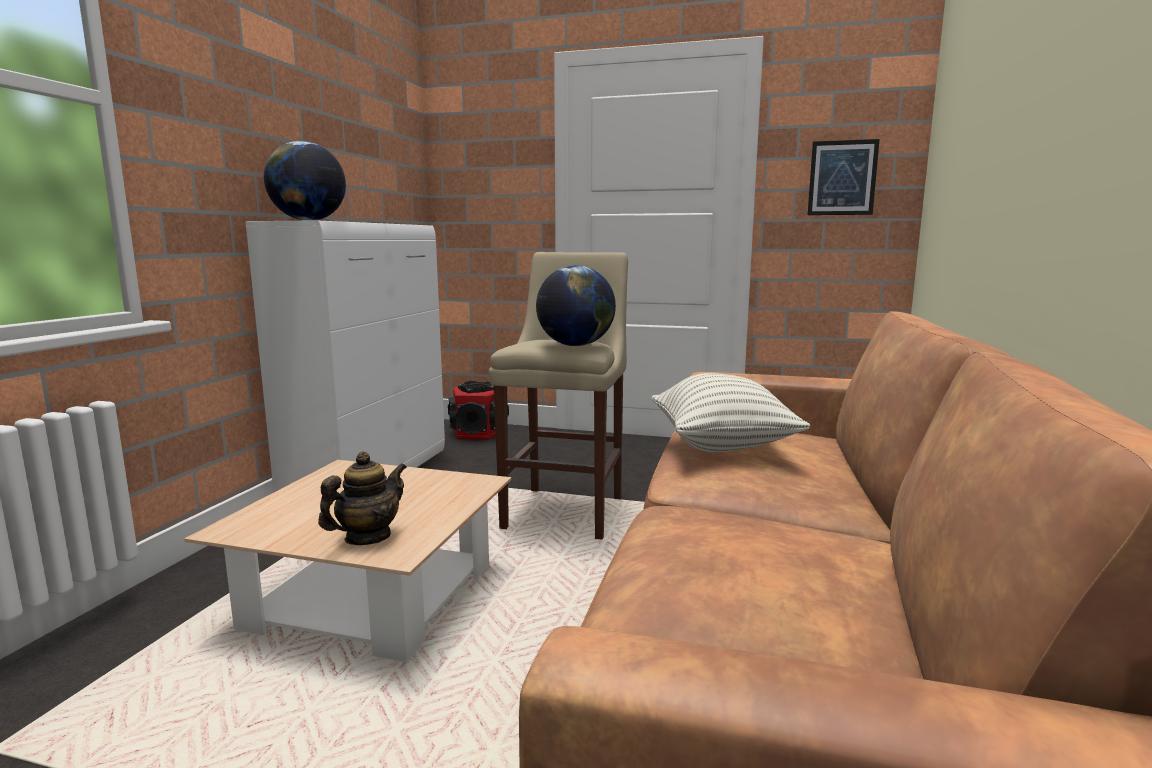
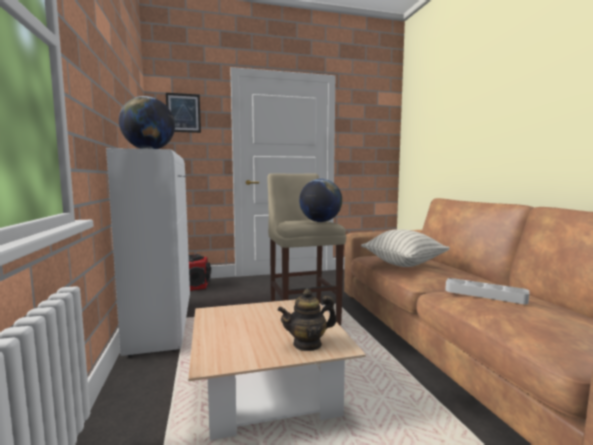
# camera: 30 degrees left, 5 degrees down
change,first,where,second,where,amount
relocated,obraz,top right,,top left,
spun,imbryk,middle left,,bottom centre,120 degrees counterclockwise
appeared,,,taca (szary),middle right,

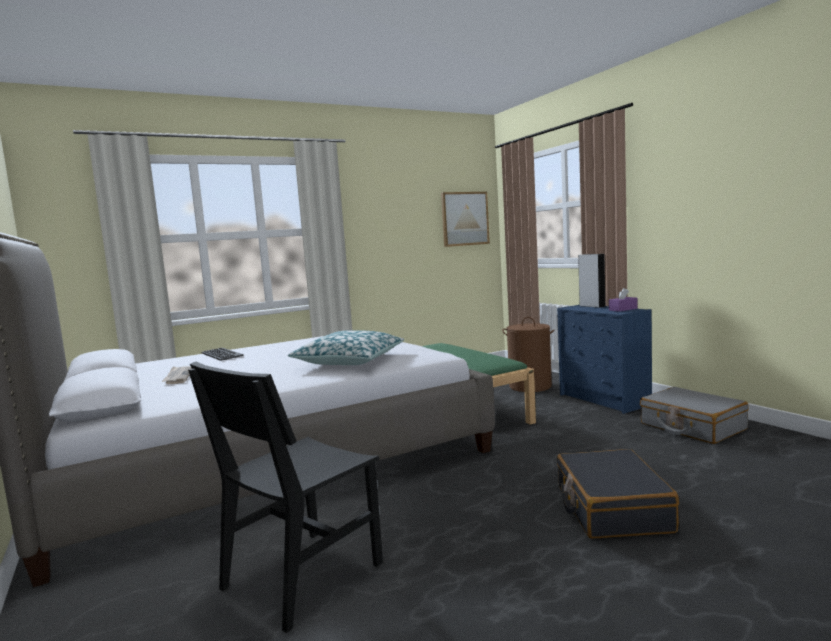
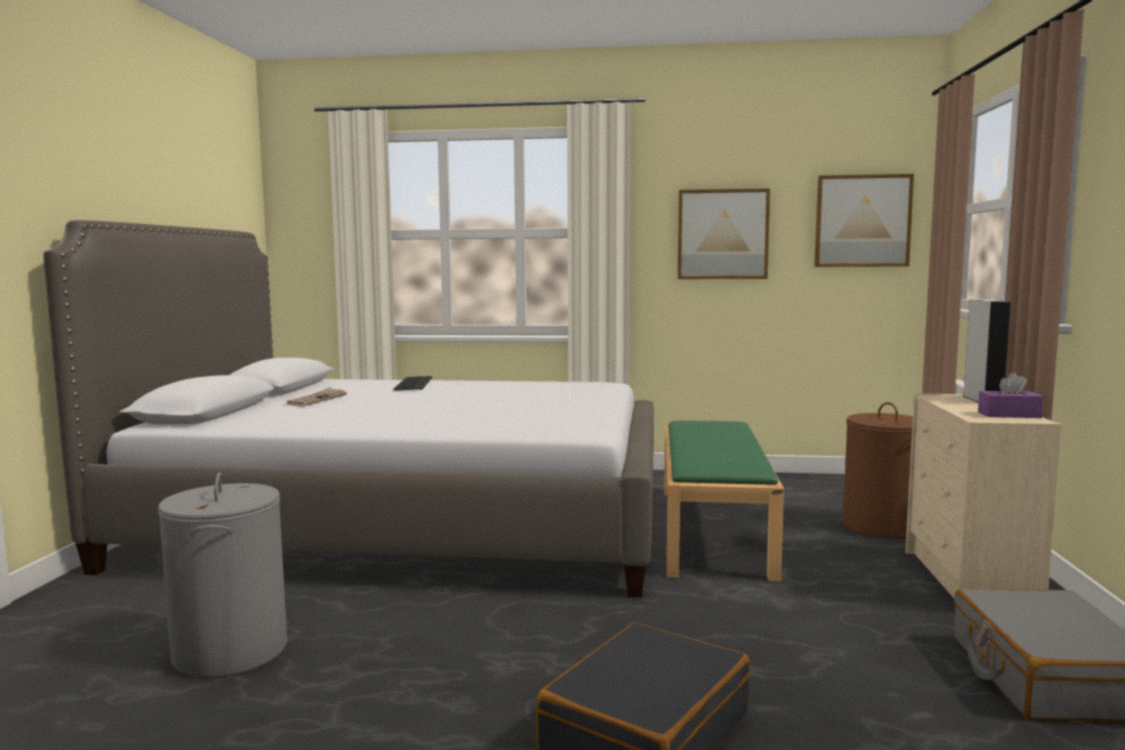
# camera: 35 degrees right, 0 degrees up
change,first,where,second,where,amount
exchanged,krzesło (czarny),bottom centre,kosz na pranie (szary),bottom left,
appeared,,,obraz (no. 1 from left),top centre,
colour,komoda (niebieski),middle right,komoda (beżowy),middle right,
missing,poduszka,centre,,,

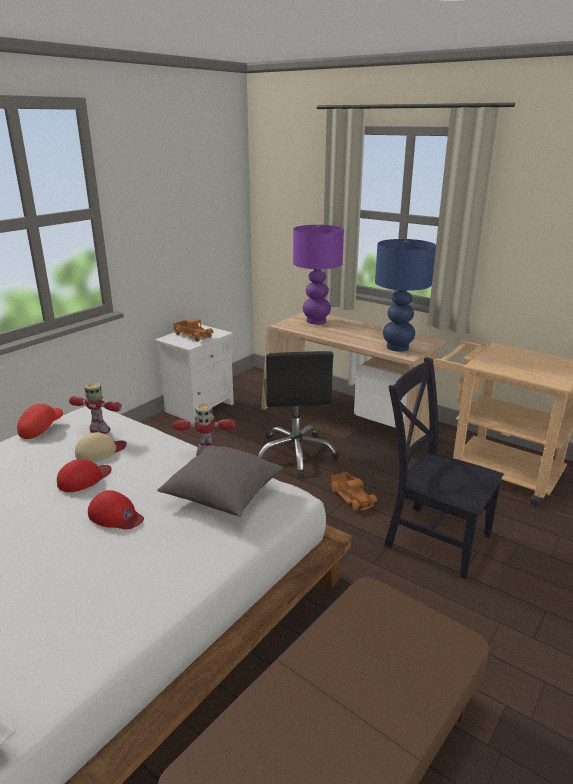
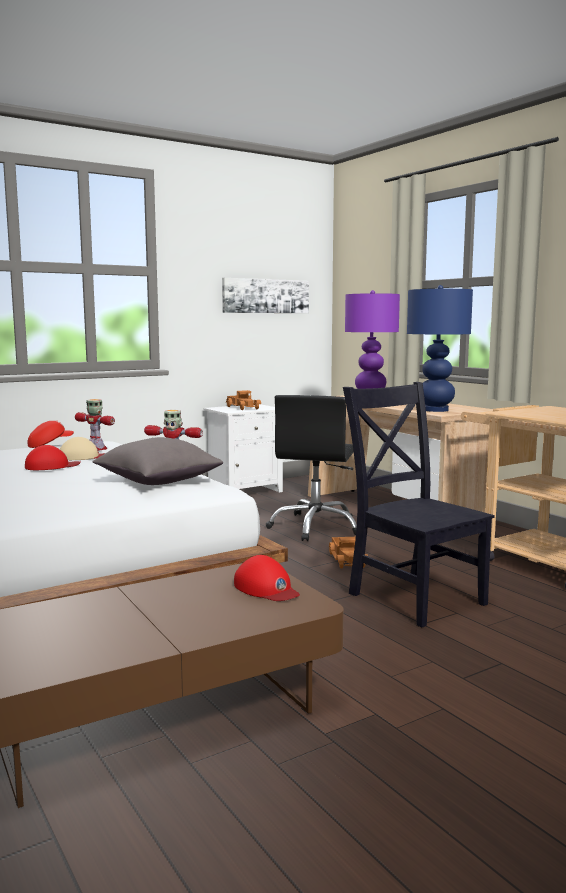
# camera: 20 degrees right, 15 degrees down
change,first,where,second,where,amount
appeared,,,obraz,top centre,
relocated,czapka z daszkiem (czerwony) (no. 3 from left),middle left,,centre,

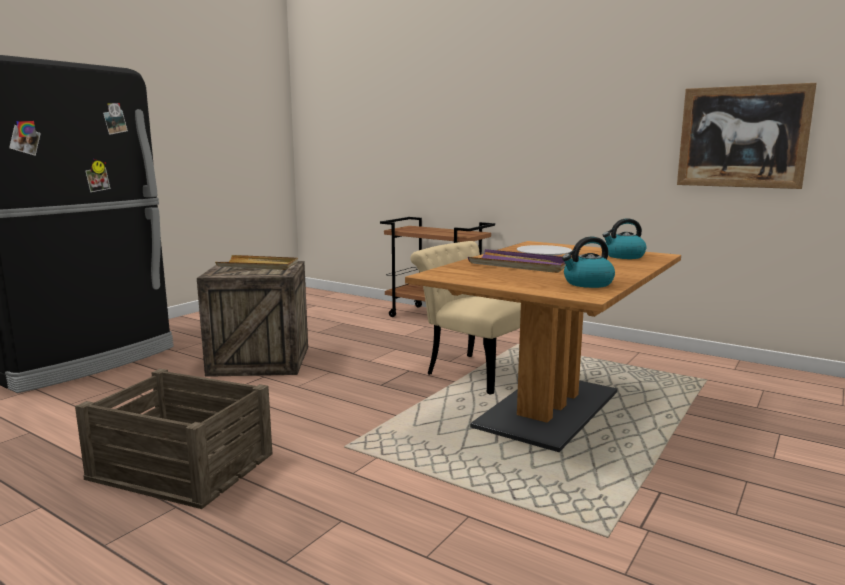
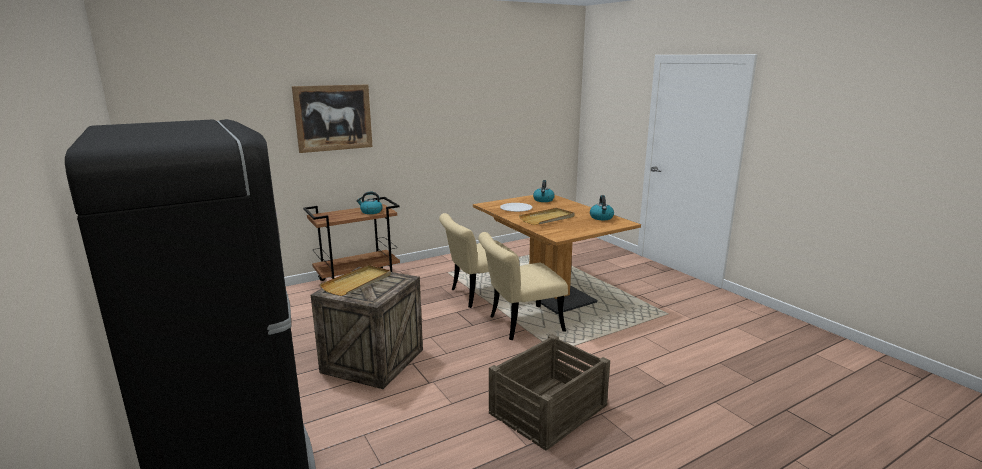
# camera: 65 degrees left, 5 degrees up
change,first,where,second,where,amount
relocated,obraz,top right,,top centre,
appeared,,,czajnik (no. 1 from left),centre,
appeared,,,krzesło (beżowy) (no. 2 from left),centre,
colour,taca (fioletowy),centre,taca (beżowy) (no. 2 from left),centre,

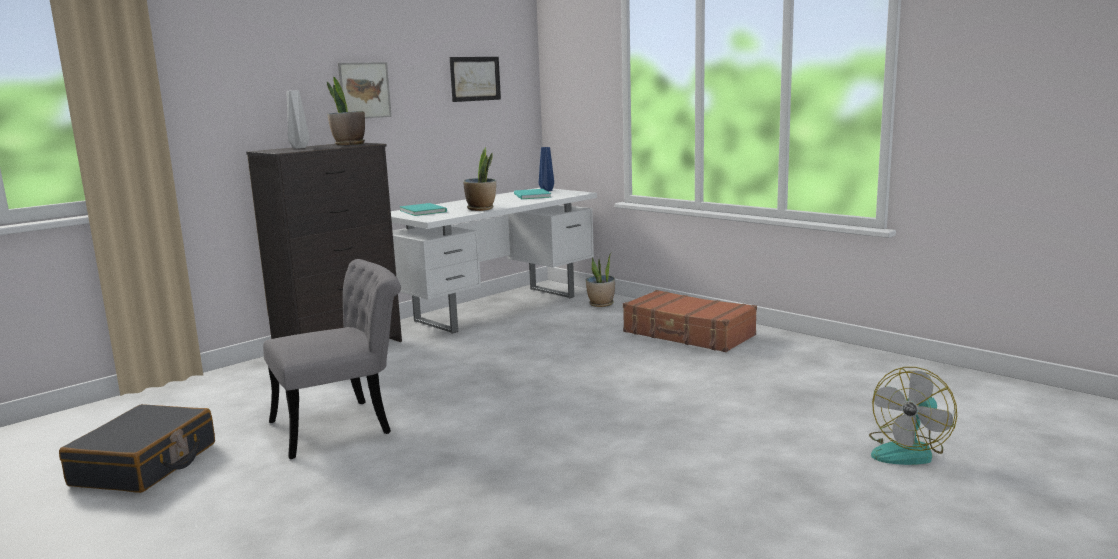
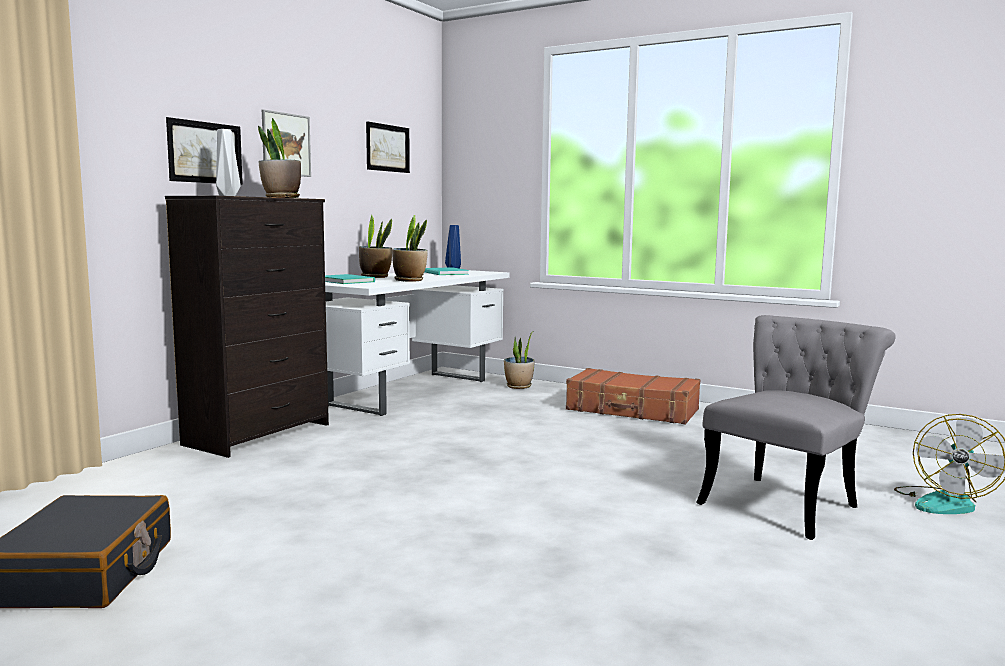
# camera: 15 degrees left, 5 degrees down
change,first,where,second,where,amount
appeared,,,obraz (no. 1 from left),top left,
appeared,,,roślina doniczkowa (no. 2 from left),centre,
relocated,krzesło (szary),middle left,,middle right,

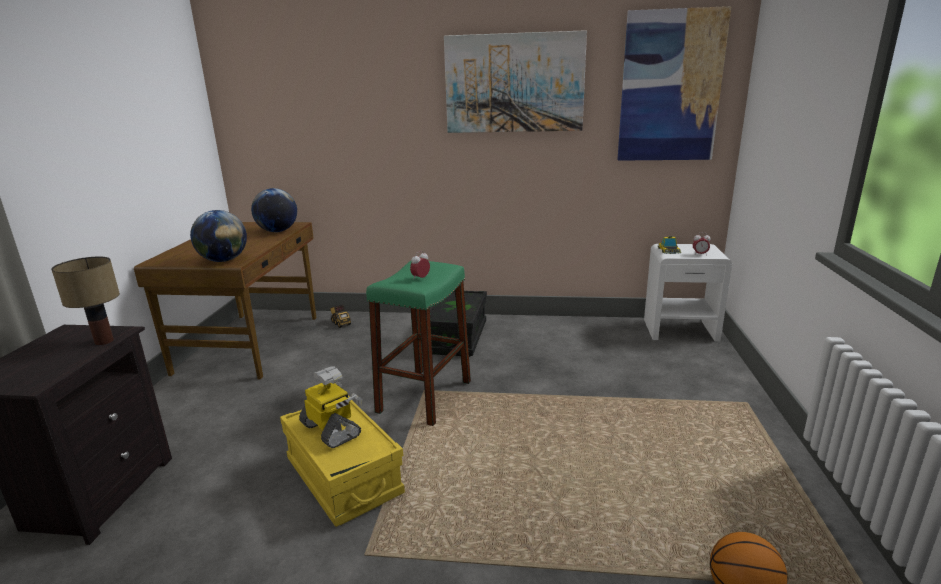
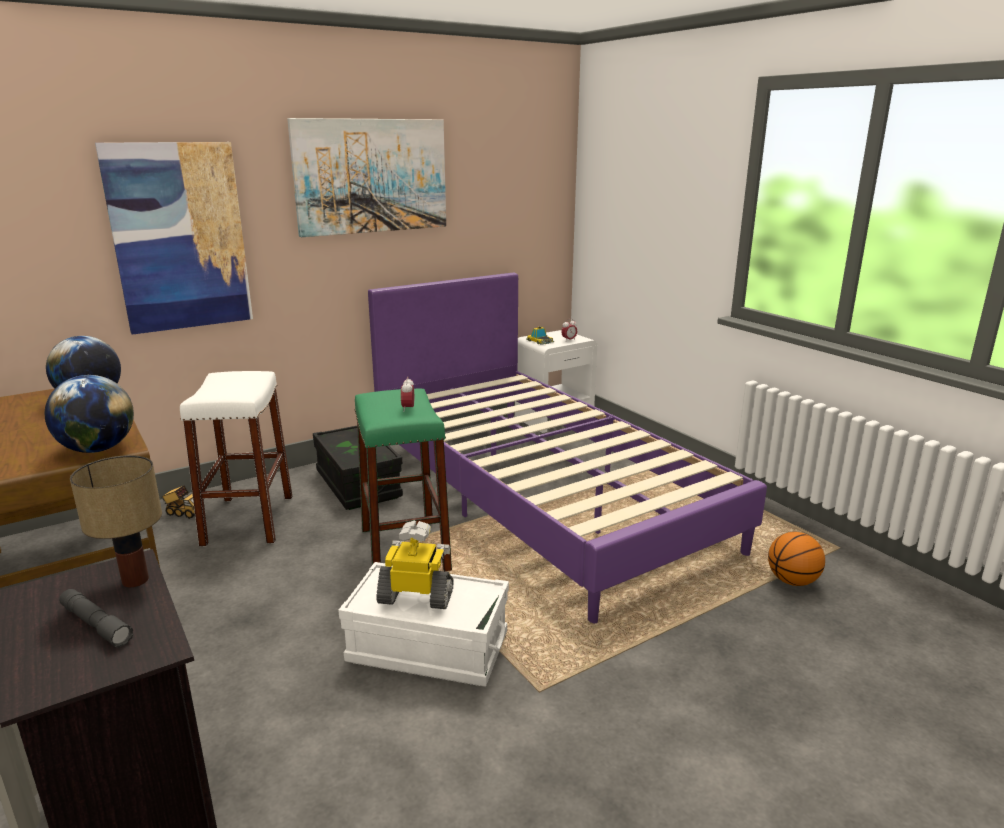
# camera: 40 degrees left, 0 degrees up
change,first,where,second,where,amount
appeared,,,latarka (szary),bottom left,
relocated,obraz (no. 2 from left in the first image),top right,obraz (no. 1 from left),top left,
appeared,,,stołek (biały),middle left,
colour,pojemnik do przechowywania (żółty),bottom centre,pojemnik do przechowywania (biały),bottom centre,
appeared,,,łóżko (fioletowy),centre,

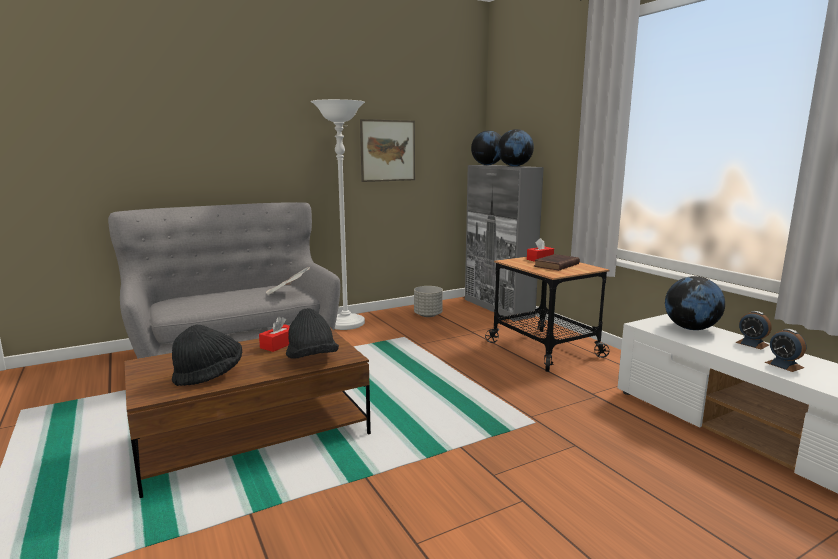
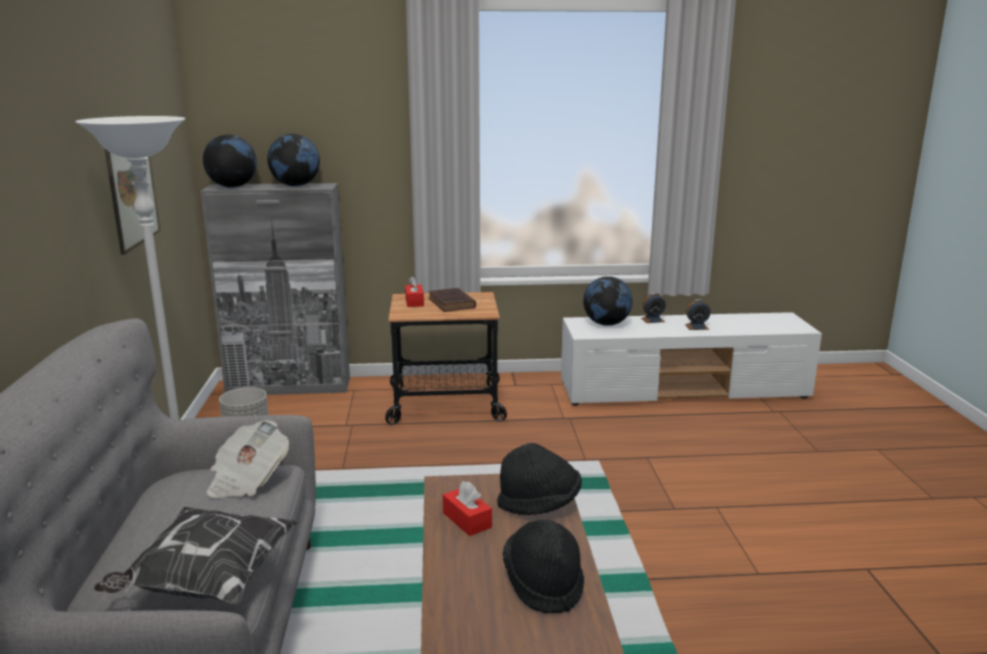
# camera: 65 degrees left, 5 degrees up
change,first,where,second,where,amount
appeared,,,poduszka,bottom left,

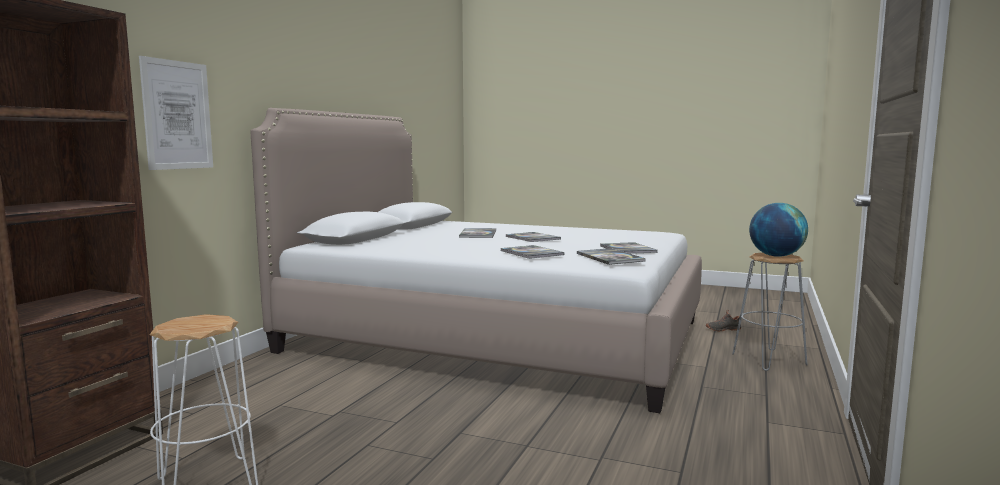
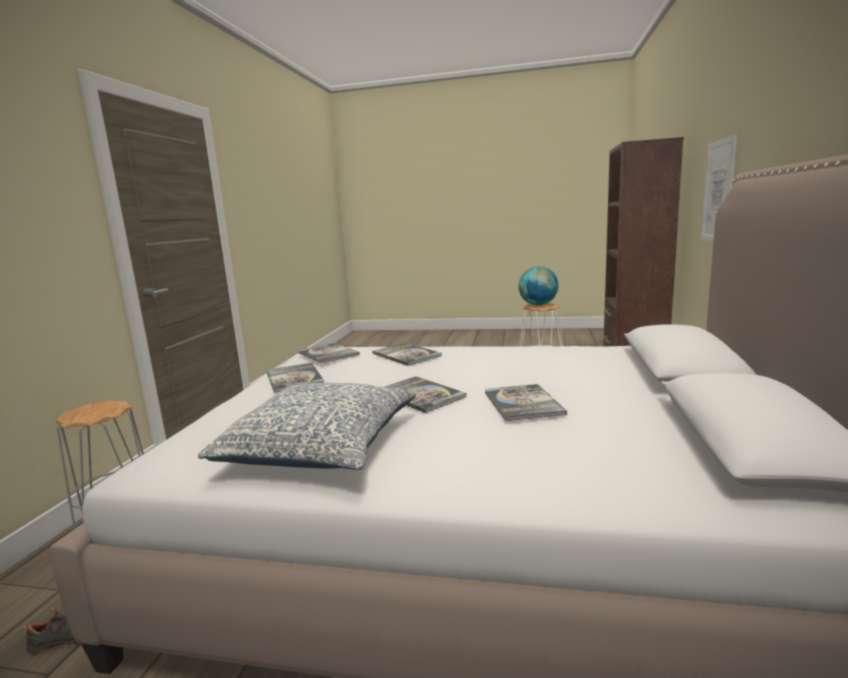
# camera: 170 degrees right, 5 degrees up
change,first,where,second,where,amount
appeared,,,poduszka,centre,
relocated,globus,middle right,,centre,

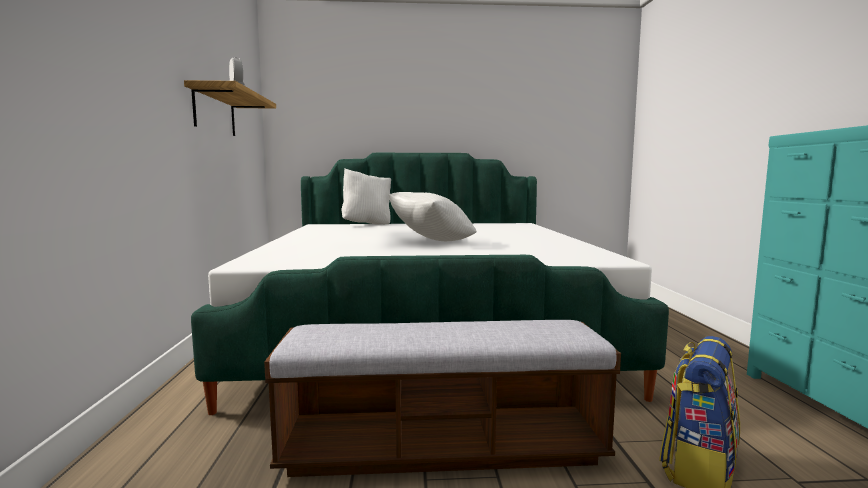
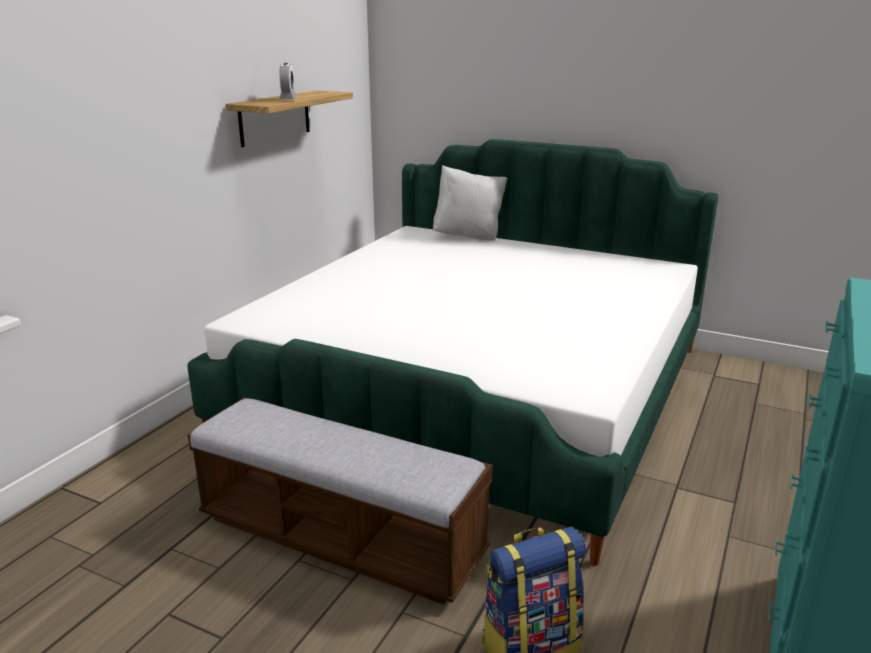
# camera: 30 degrees right, 15 degrees up
change,first,where,second,where,amount
missing,poduszka (biały) (no. 2 from left),centre,,,

